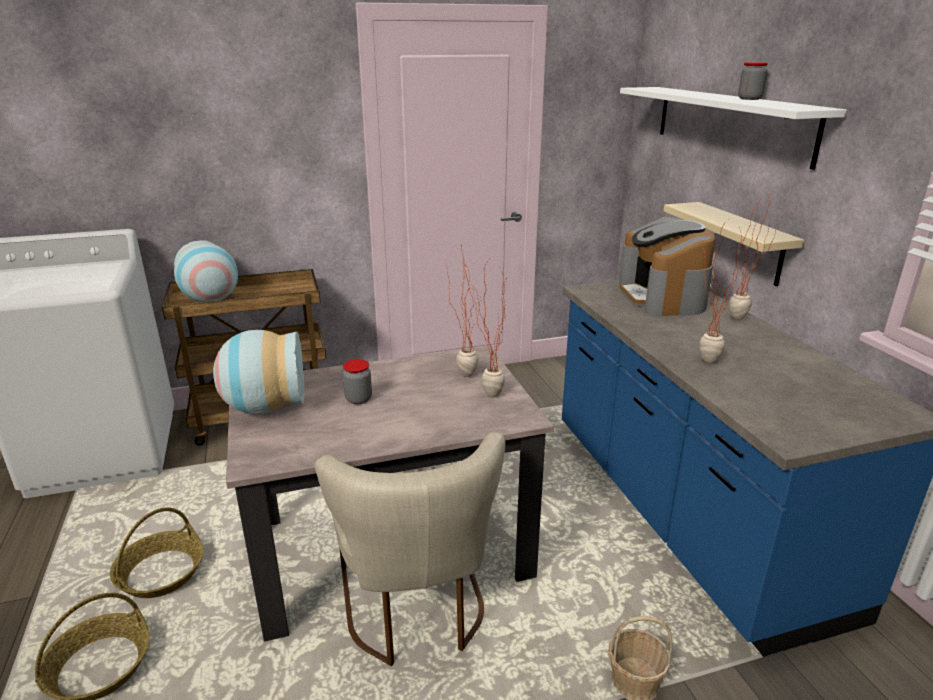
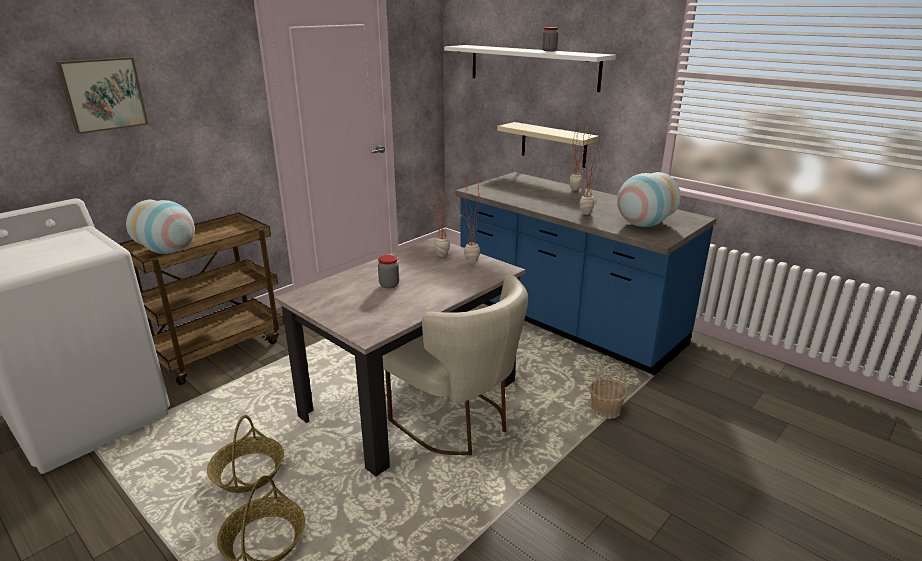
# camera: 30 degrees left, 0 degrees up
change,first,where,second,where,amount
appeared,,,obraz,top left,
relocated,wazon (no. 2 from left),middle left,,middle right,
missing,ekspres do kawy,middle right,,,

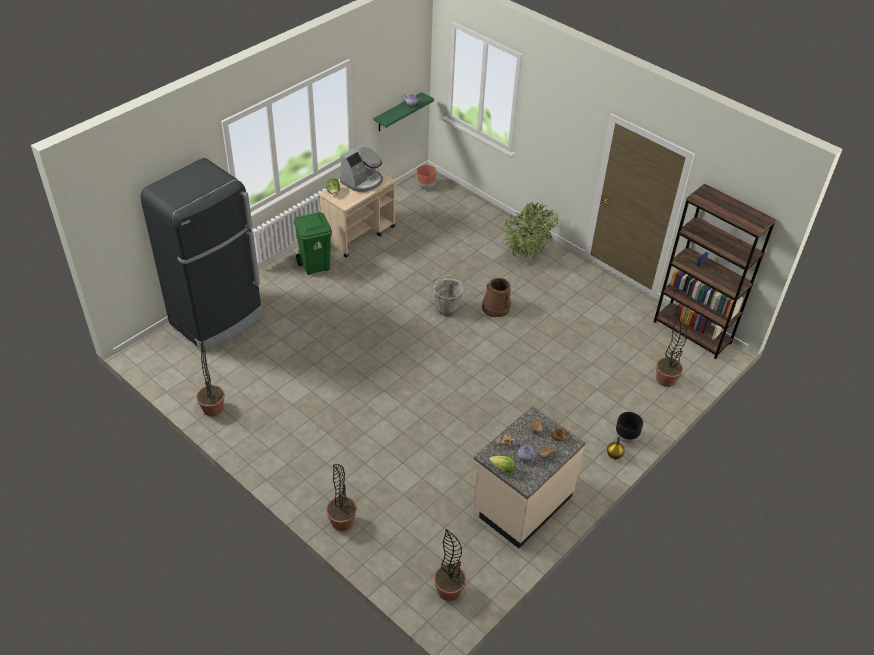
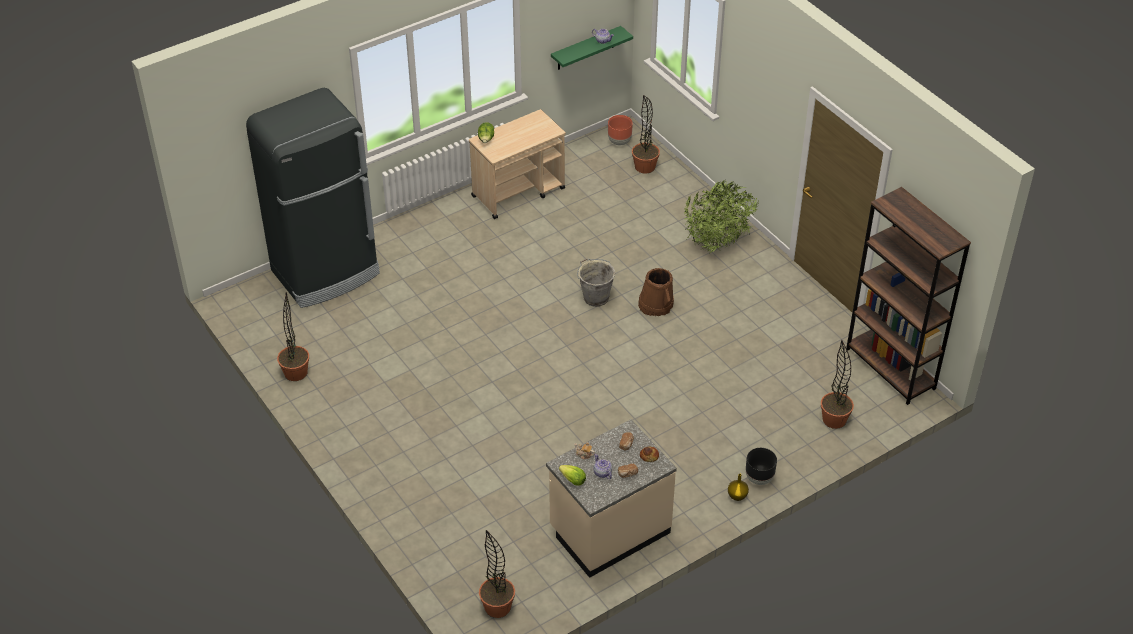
# camera: 15 degrees right, 0 degrees up
change,first,where,second,where,amount
relocated,roślina doniczkowa (no. 2 from left in the first image),bottom centre,roślina doniczkowa (no. 3 from left),top centre,
missing,kosz na śmieci (zielony),centre,,,
missing,ekspres do kawy,top centre,,,

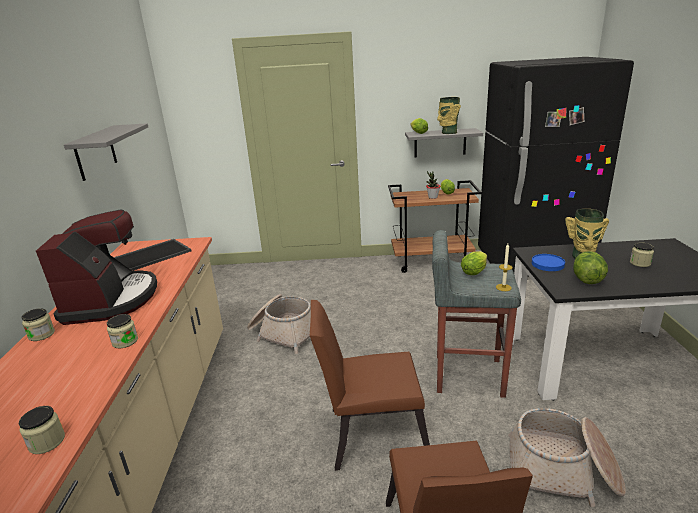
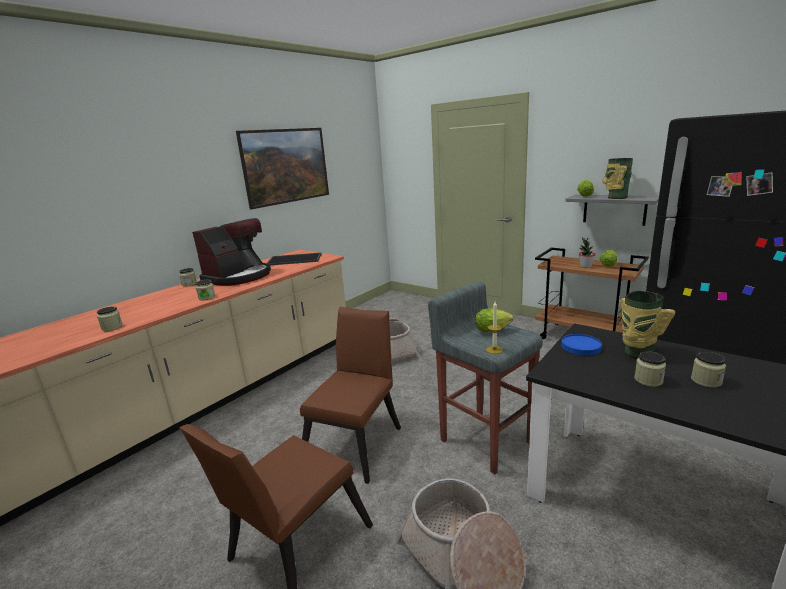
# camera: 40 degrees right, 5 degrees down
change,first,where,second,where,amount
exchanged,półka (szary) (no. 1 from left),top left,obraz,top centre,
spun,krzesło (brązowy) (no. 1 from left in the first image),bottom centre,krzesło (brązowy) (no. 2 from left),bottom centre,75 degrees clockwise
appeared,,,słoik (no. 4 from left),middle right,
missing,sałata (no. 4 from left),middle right,,,

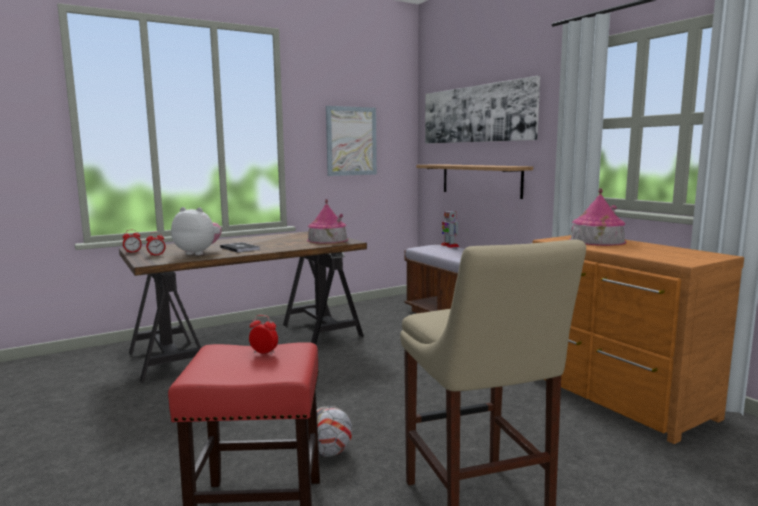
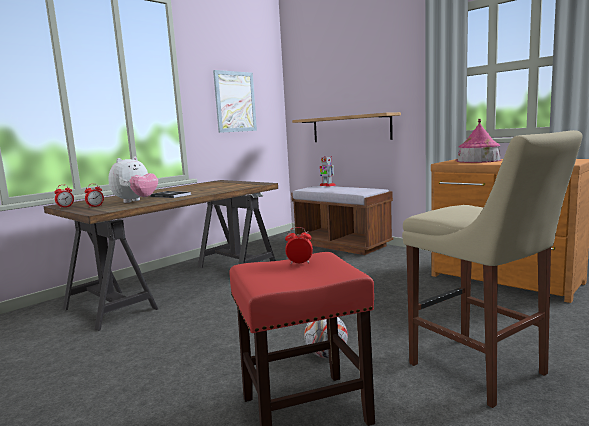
# camera: 15 degrees left, 0 degrees up
change,first,where,second,where,amount
spun,pluszak,middle left,,middle left,120 degrees clockwise
missing,domek (no. 1 from left),centre,,,
missing,obraz (no. 2 from left),top centre,,,

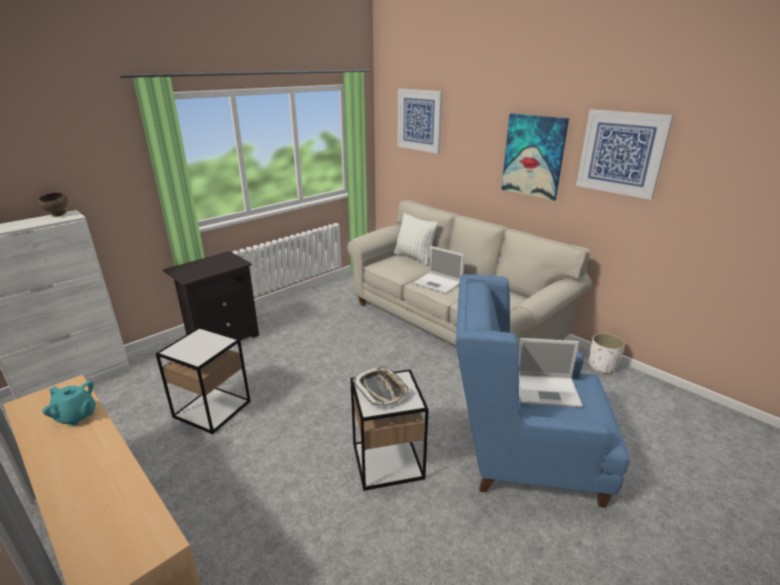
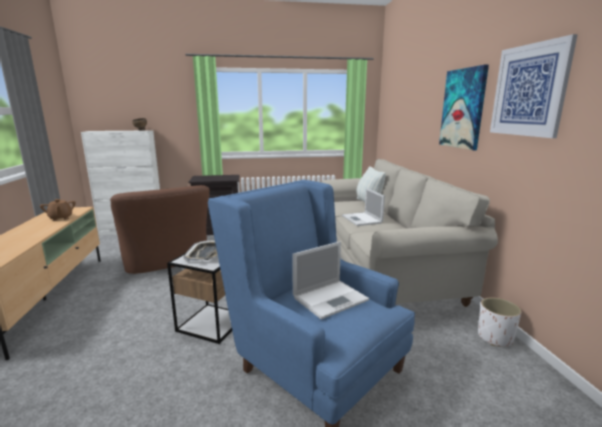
# camera: 35 degrees right, 10 degrees down
change,first,where,second,where,amount
colour,imbryk (turkusowy),bottom left,imbryk (brązowy),middle left,
exchanged,stolik (no. 1 from left),middle left,fotel (brązowy),middle left,
spun,laptop (no. 2 from left in the first image),middle right,laptop (no. 1 from left),centre,75 degrees counterclockwise
missing,obraz (no. 1 from left),top centre,,,

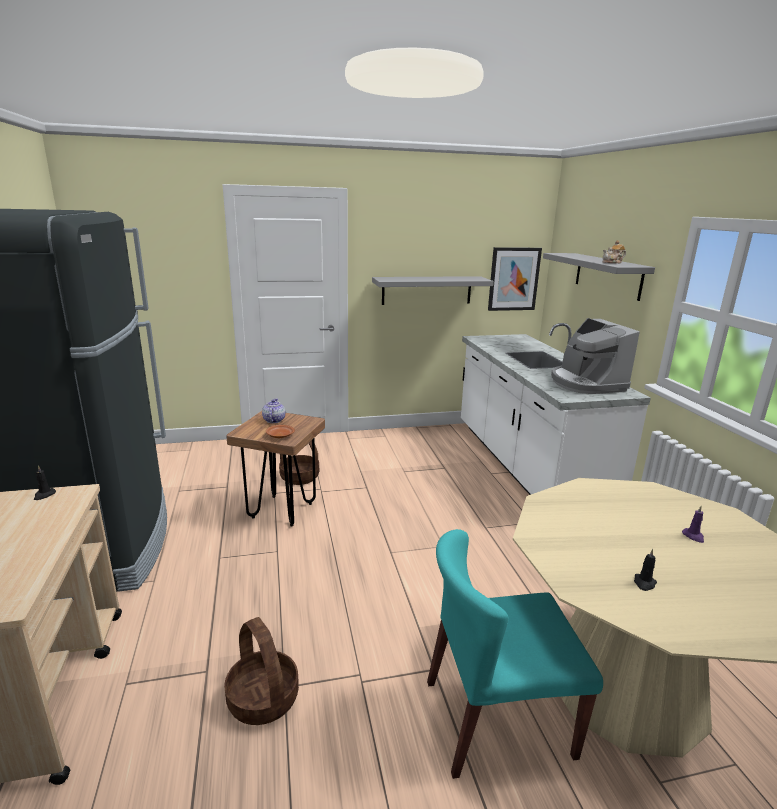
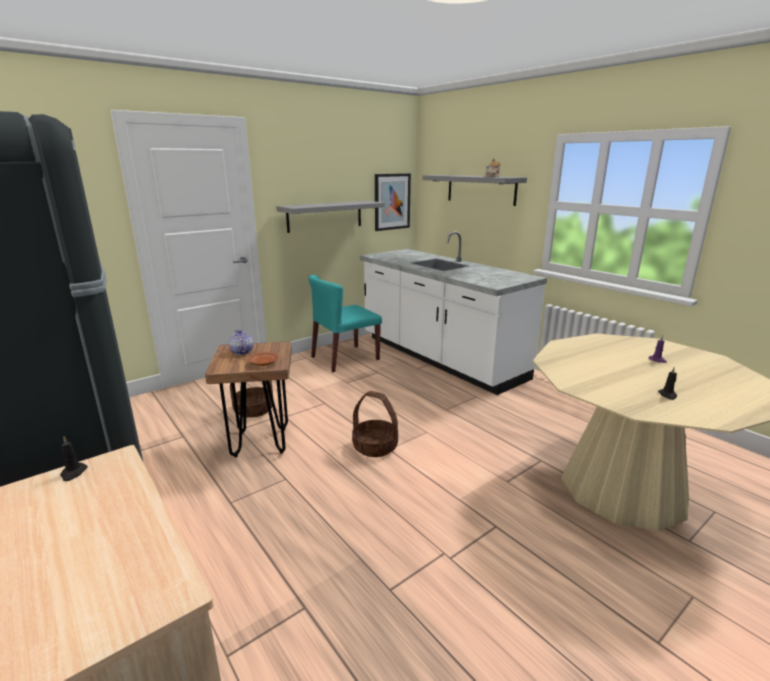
# camera: 25 degrees left, 0 degrees up
change,first,where,second,where,amount
relocated,krzesło (turkusowy),bottom centre,,centre,
relocated,koszyk (no. 1 from left in the first image),bottom centre,koszyk (no. 2 from left),centre,
missing,ekspres do kawy,middle right,,,

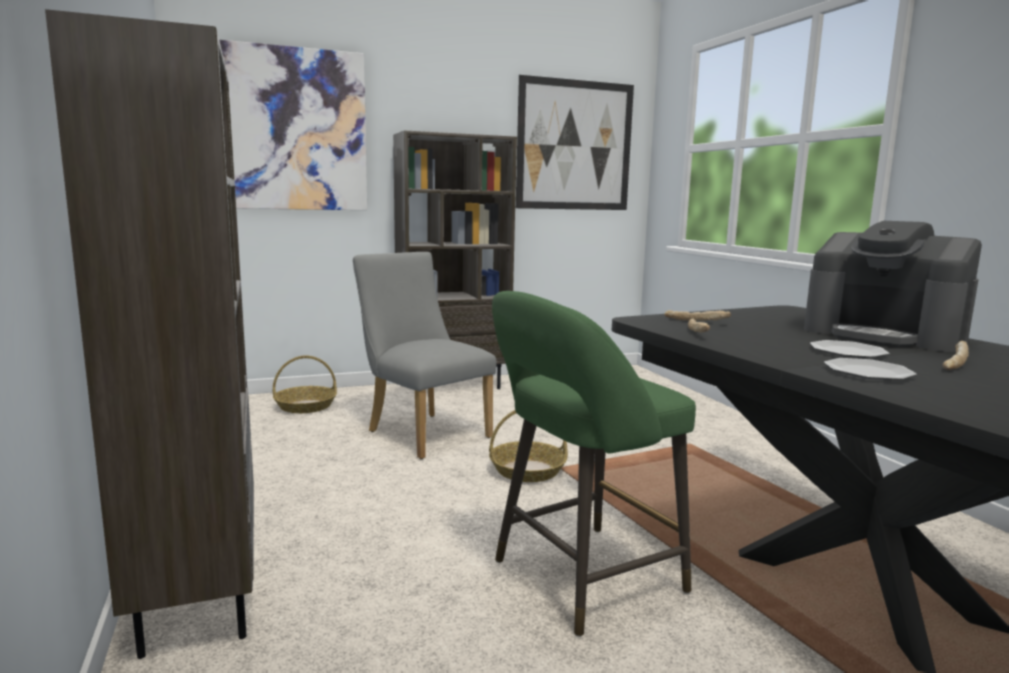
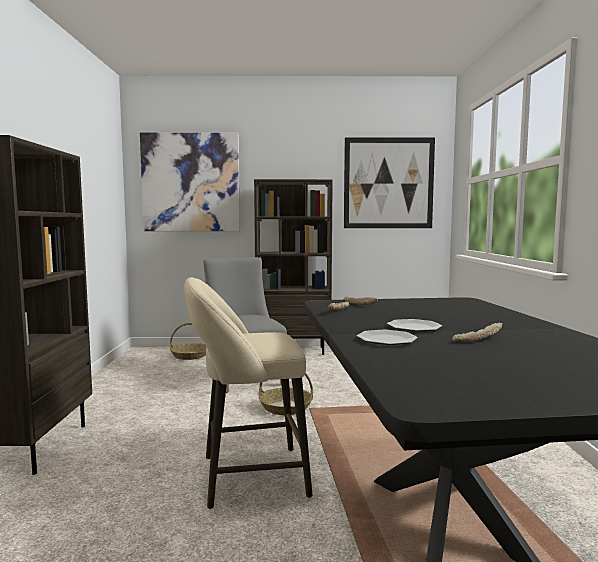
# camera: 20 degrees right, 5 degrees down
change,first,where,second,where,amount
colour,stołek (zielony),bottom centre,stołek (beżowy),bottom centre,
missing,ekspres do kawy,middle right,,,

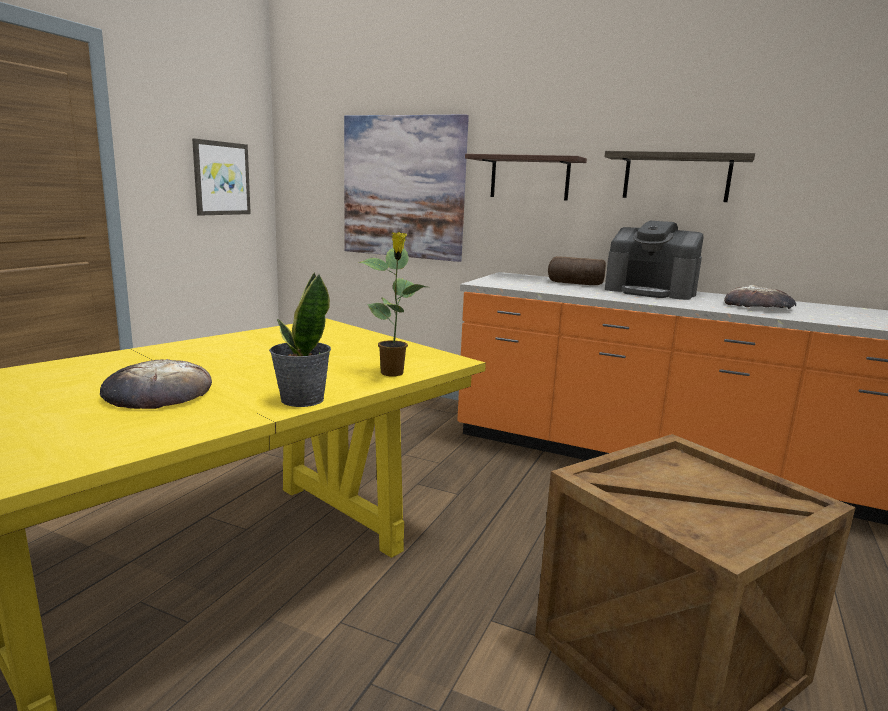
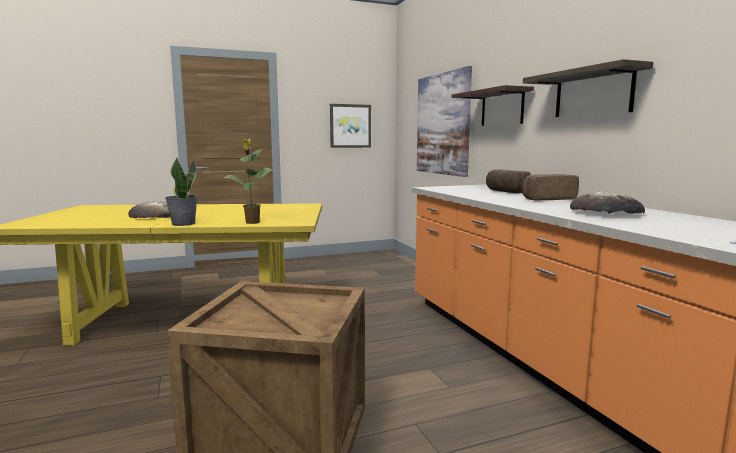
# camera: 45 degrees right, 5 degrees down
change,first,where,second,where,amount
exchanged,ekspres do kawy,middle right,chleb (no. 3 from left),middle right,

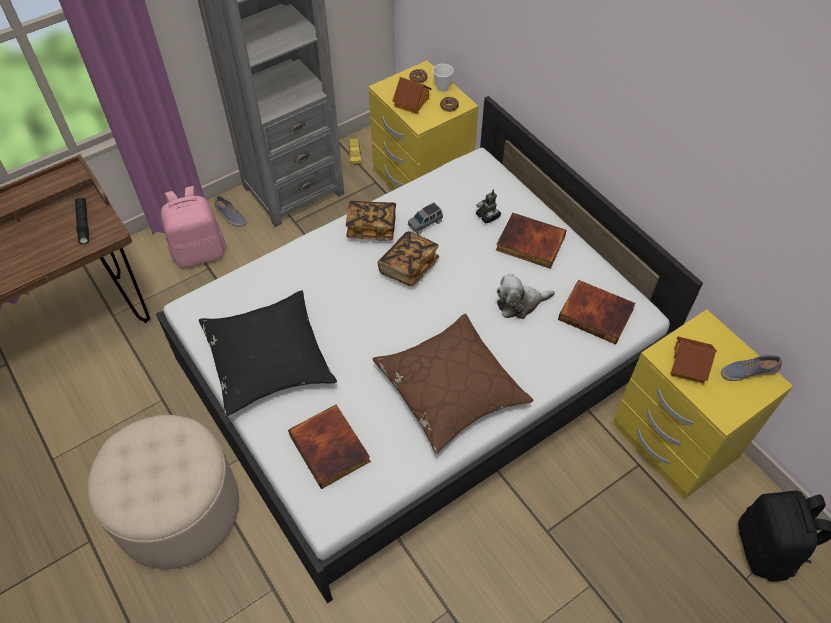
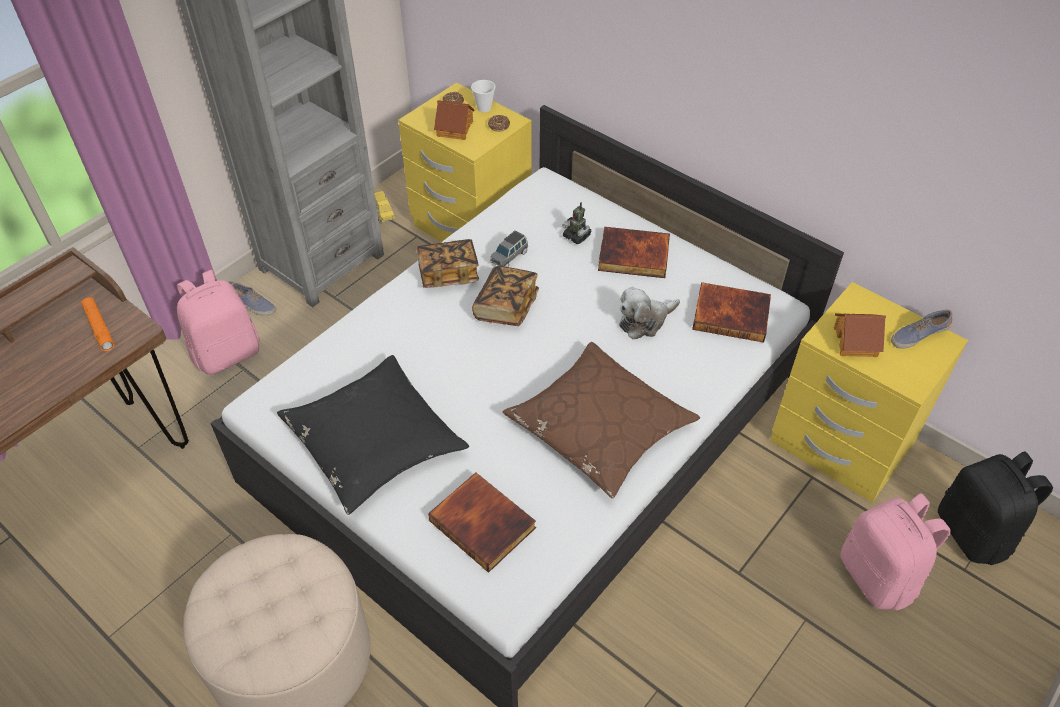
# camera: 15 degrees left, 5 degrees down
change,first,where,second,where,amount
colour,latarka (czarny),middle left,latarka (pomarańczowy),middle left,
appeared,,,plecak (różowy) (no. 2 from left),bottom right,

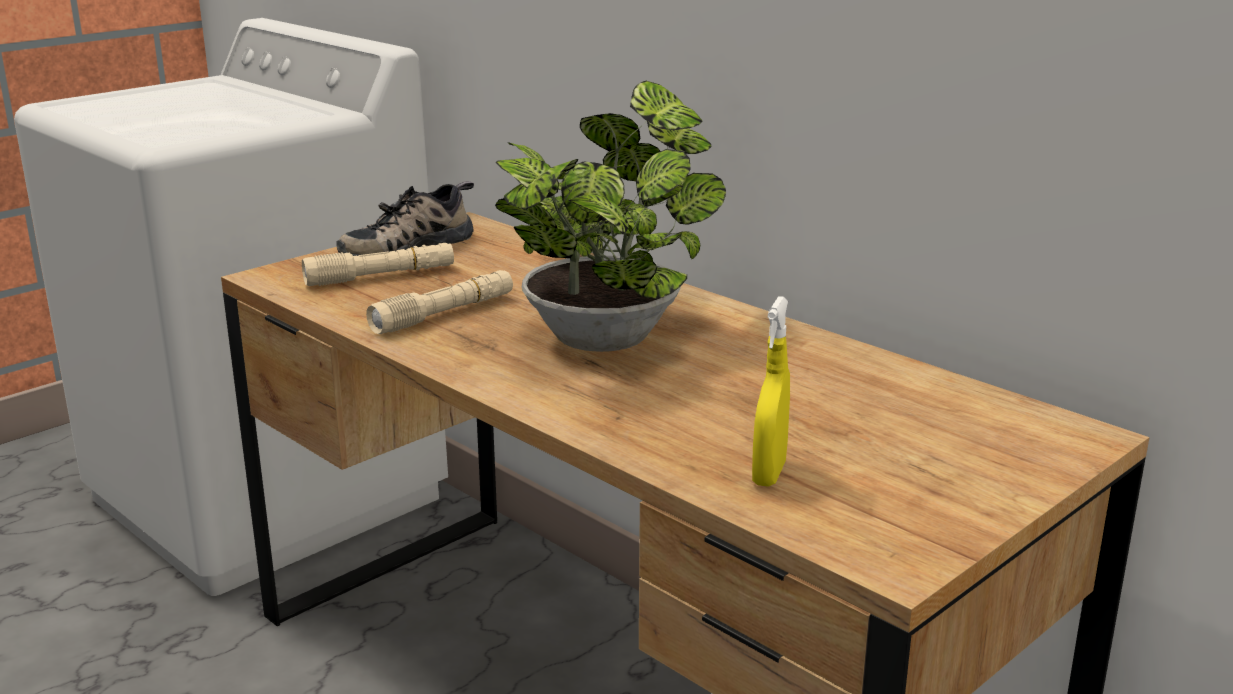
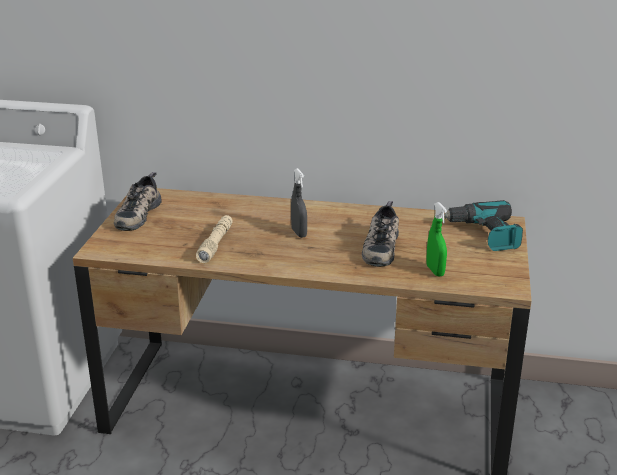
# camera: 35 degrees left, 5 degrees up
change,first,where,second,where,amount
exchanged,roślina doniczkowa,top centre,spryskiwacz (szary),centre,
appeared,,,but (no. 2 from left),centre,
colour,spryskiwacz (żółty),centre,spryskiwacz (zielony),middle right,
appeared,,,wiertarka,middle right,
missing,latarka (beżowy) (no. 1 from left),middle left,,,

